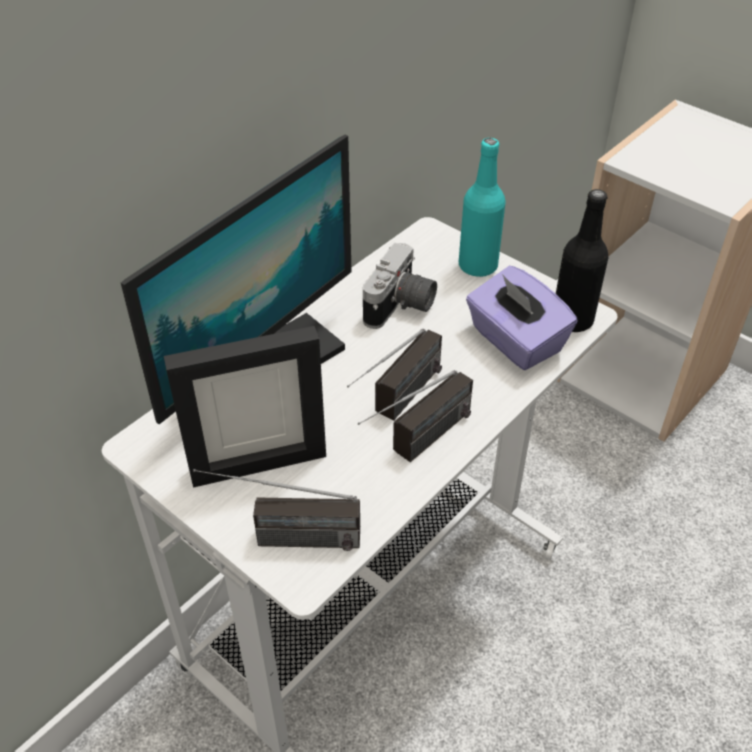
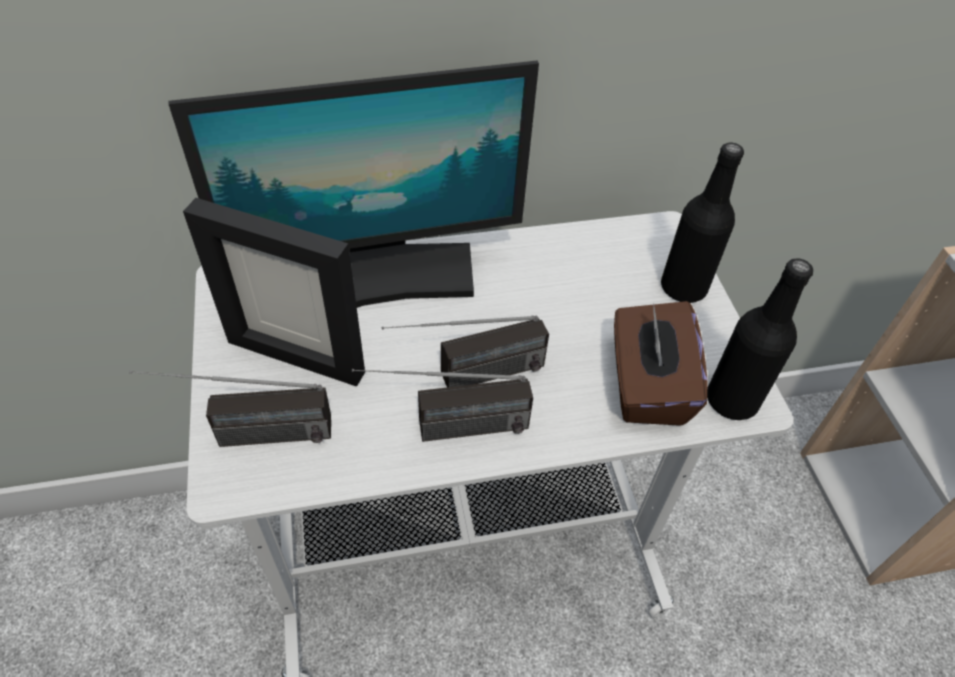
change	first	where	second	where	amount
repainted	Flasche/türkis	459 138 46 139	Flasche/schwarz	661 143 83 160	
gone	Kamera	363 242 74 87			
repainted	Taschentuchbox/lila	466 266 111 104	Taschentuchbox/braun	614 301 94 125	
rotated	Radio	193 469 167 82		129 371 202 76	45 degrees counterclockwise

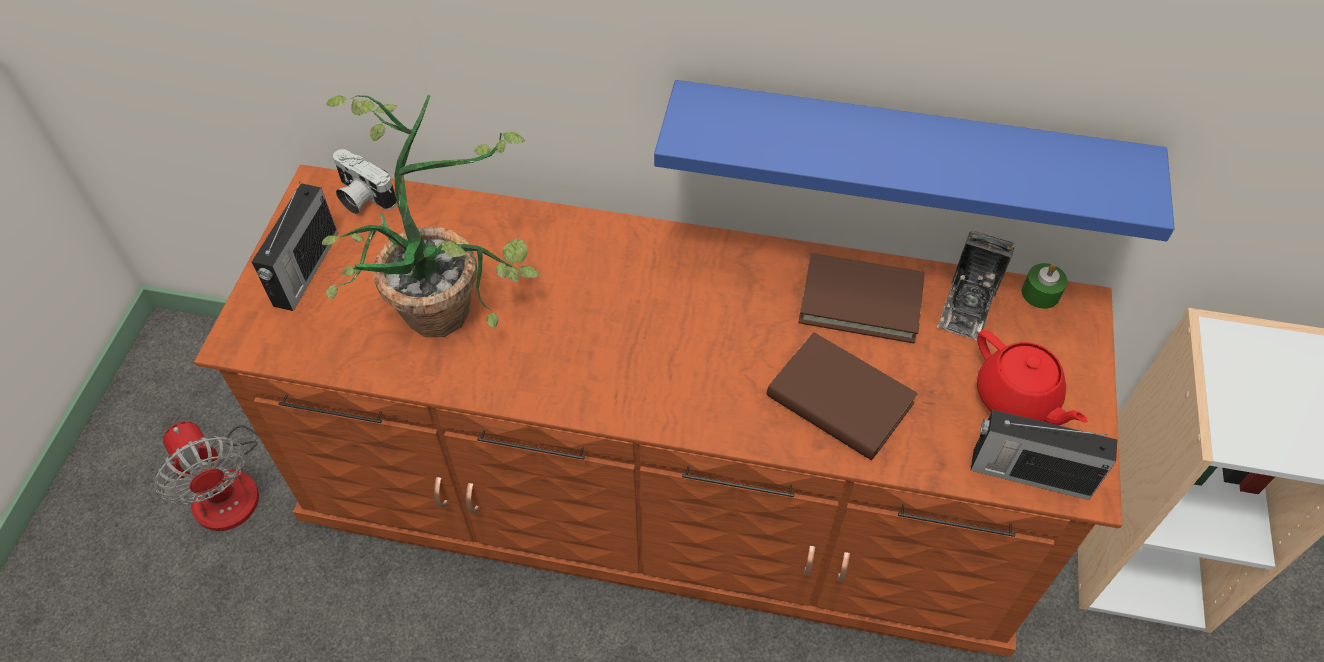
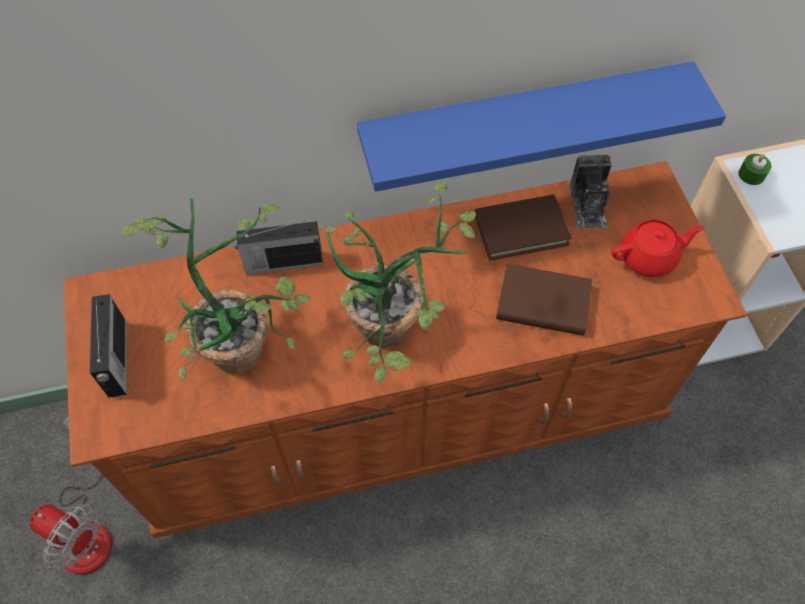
change	first	where	second	where	amount
gone	Kamera	333 149 64 65			
shifted	Kerze/grün	1022 263 45 46		738 154 33 31	
rotated	Teekanne/rot	977 330 111 95		611 219 94 58	45 degrees counterclockwise
shifted	Radio	971 410 146 90		234 220 89 55	
new			Topfpflanze	326 181 150 201	

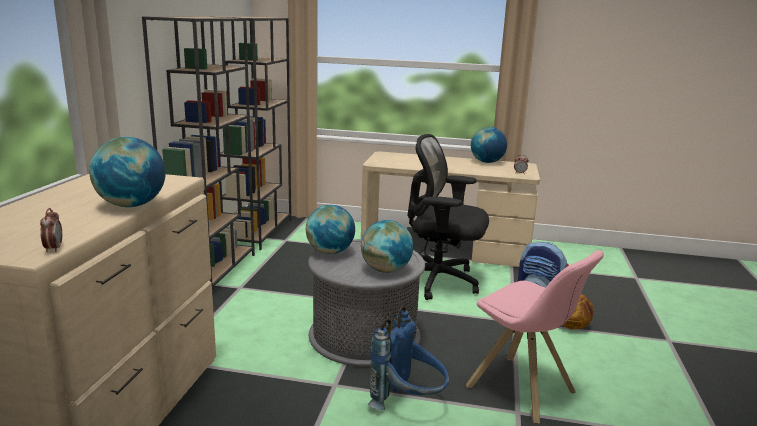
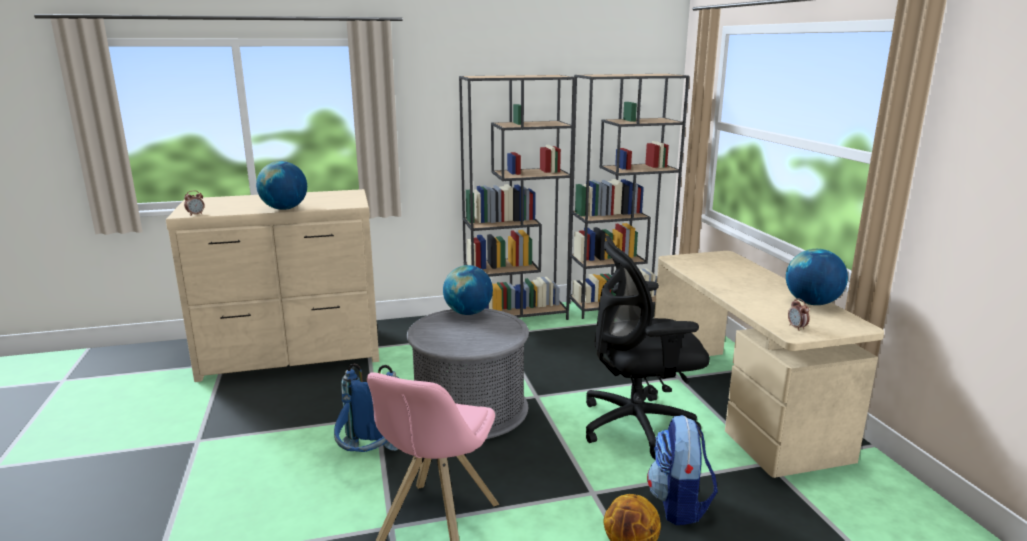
change	first	where	second	where	amount
rotated	Bürostuhl/schwarz	408 134 81 166		586 235 124 225	90 degrees counterclockwise
gone	Globus	361 220 53 53			

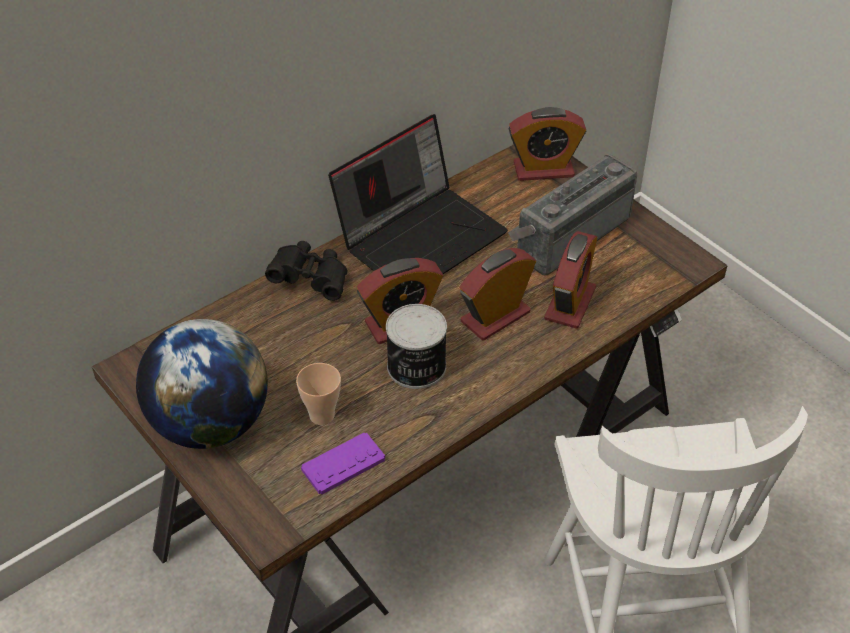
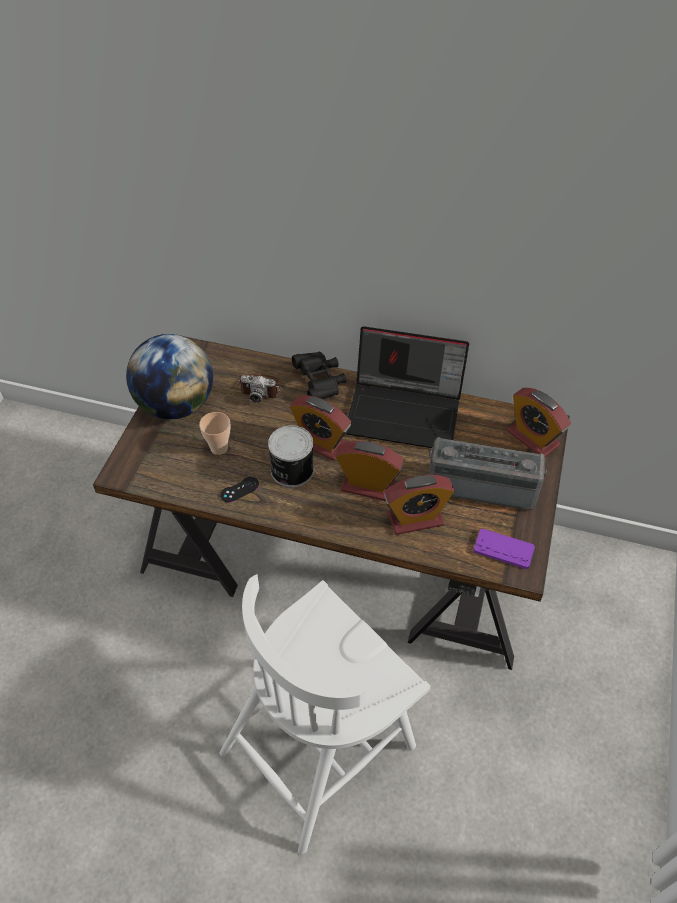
change	first	where	second	where	amount
shifted	Gamepad/lila	301 433 84 61		473 528 62 41	
new			Kamera	237 374 45 29	
new			Gamepad/schwarz	220 477 39 25	

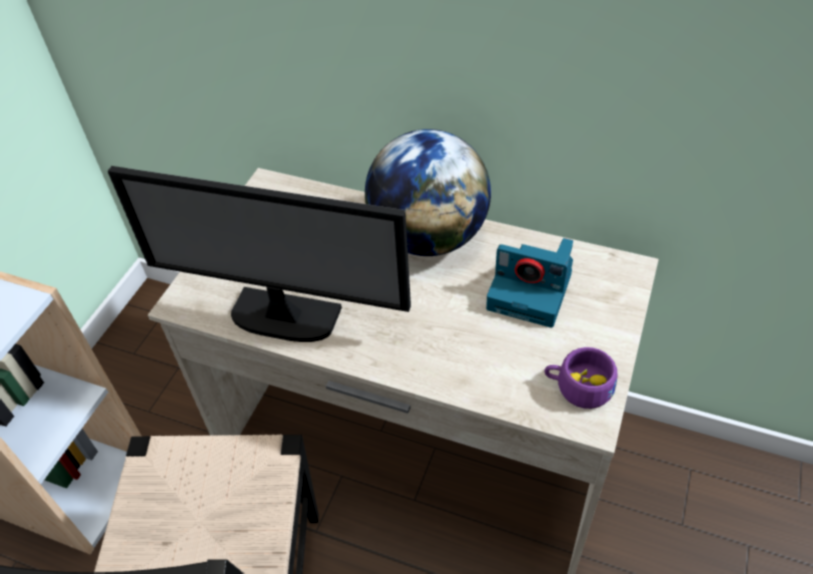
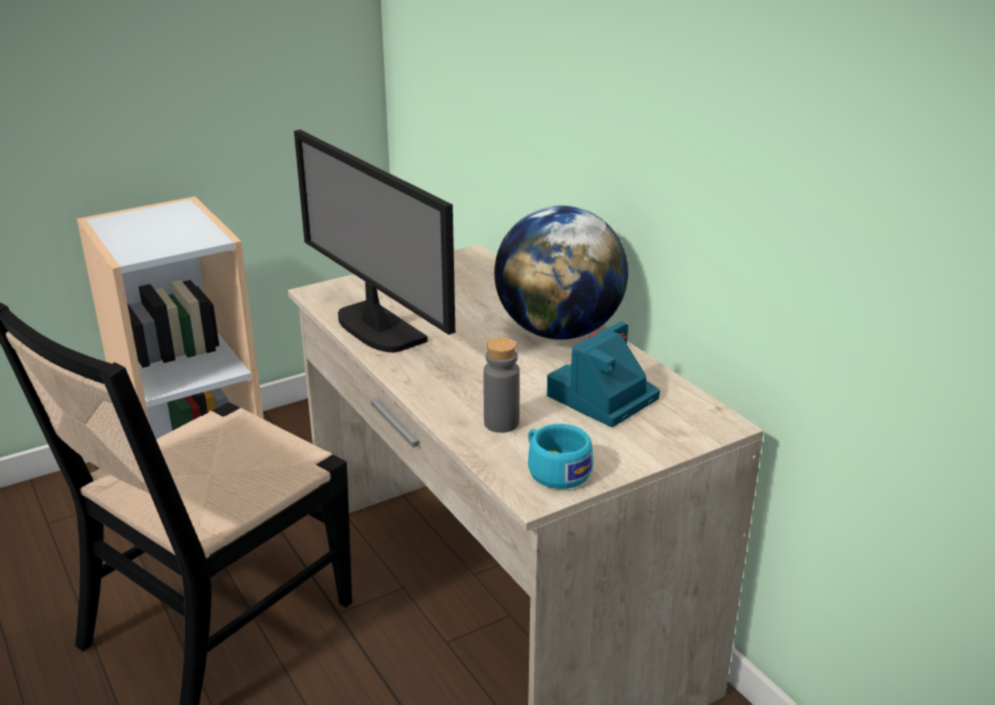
change	first	where	second	where	amount
rotated	Kamera	486 238 87 90		547 321 113 106	75 degrees clockwise
repainted	Tasse/lila	544 347 74 62	Tasse/türkis	528 424 65 65	
new			Flasche/grau	484 338 36 95	

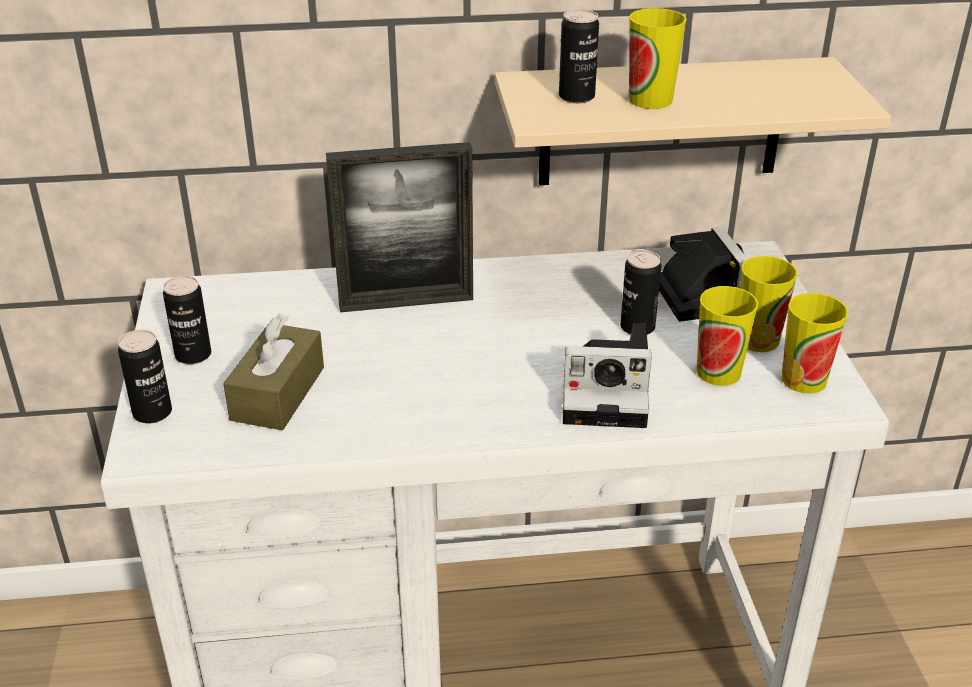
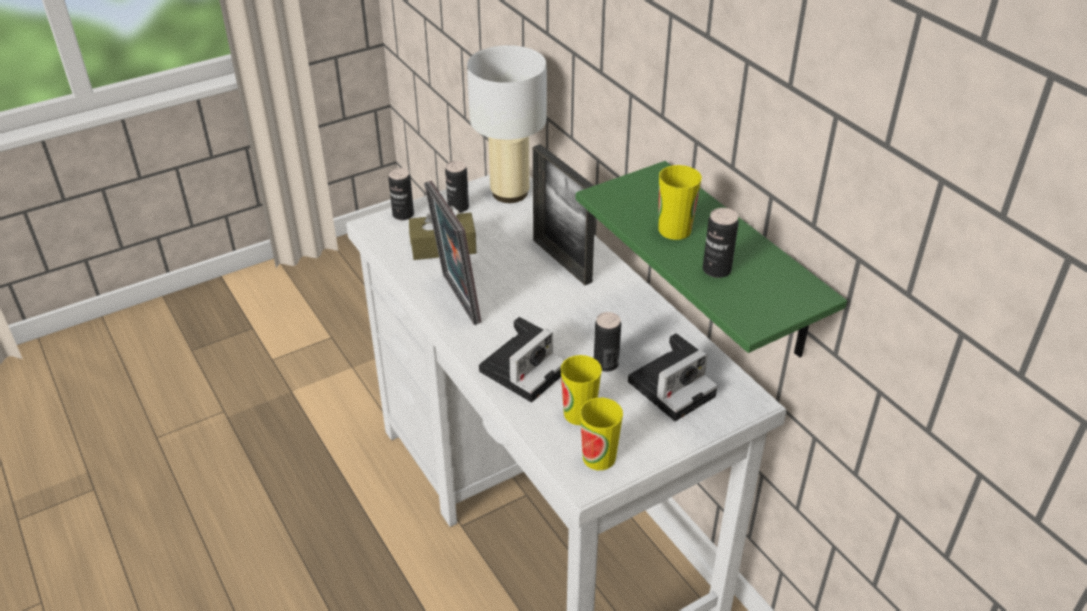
change	first	where	second	where	amount
shifted	Dose	559 9 40 94		703 208 36 70	
repainted	Wandregal/beige	495 57 396 128	Wandregal/grün	576 161 271 197	
gone	Tasse	740 256 57 96			
rotated	Kamera	563 323 89 105		479 317 86 85	120 degrees counterclockwise
new			Tischlampe/weiß	467 45 80 158	
new			Bilderrahmen	424 181 57 144	

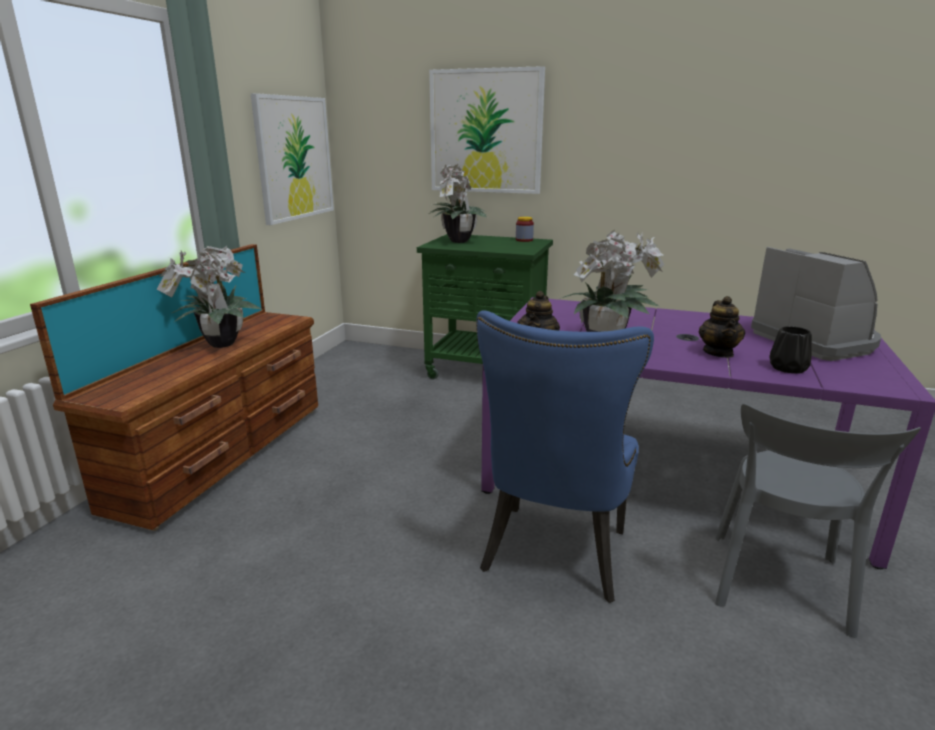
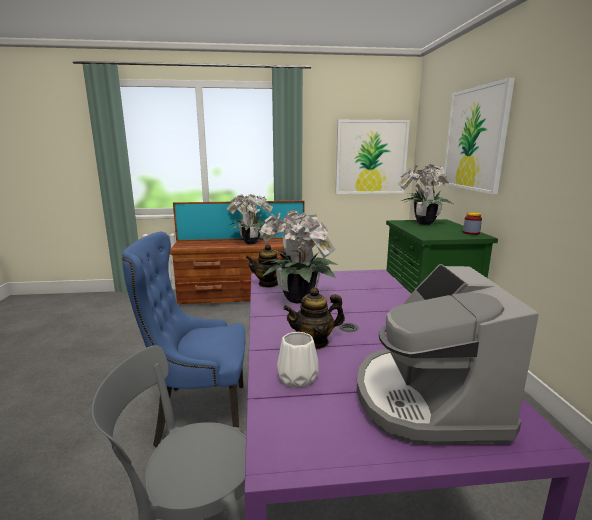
change	first	where	second	where	amount
rotated	Kaffeemaschine	751 247 130 114		357 264 182 181	135 degrees clockwise
repainted	Vase/schwarz	769 326 43 47	Vase/weiß	277 332 41 55	

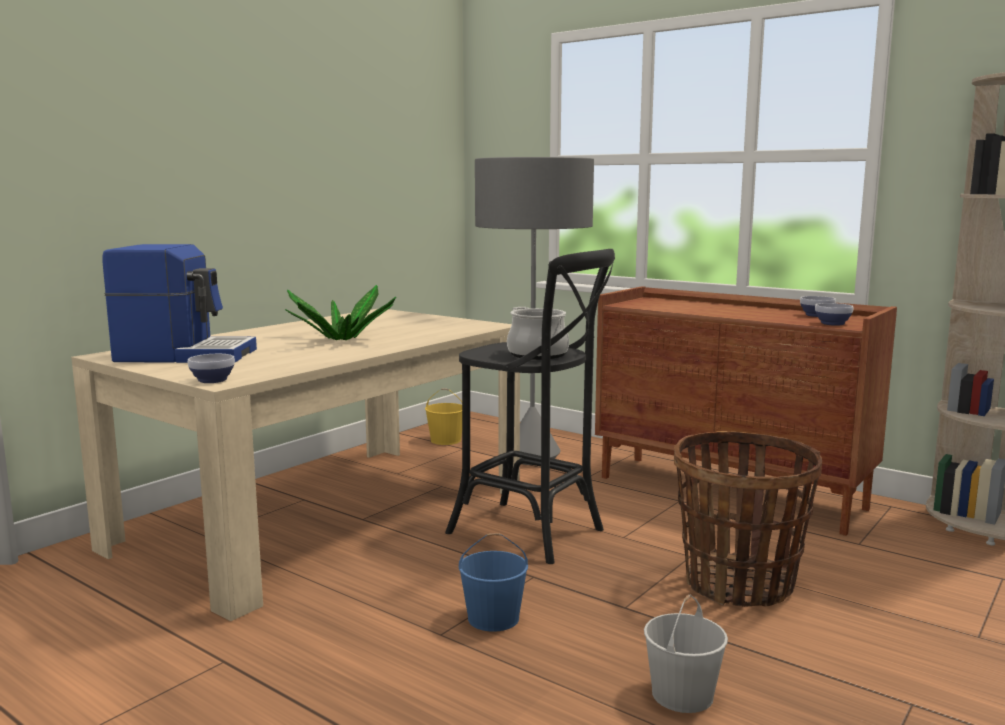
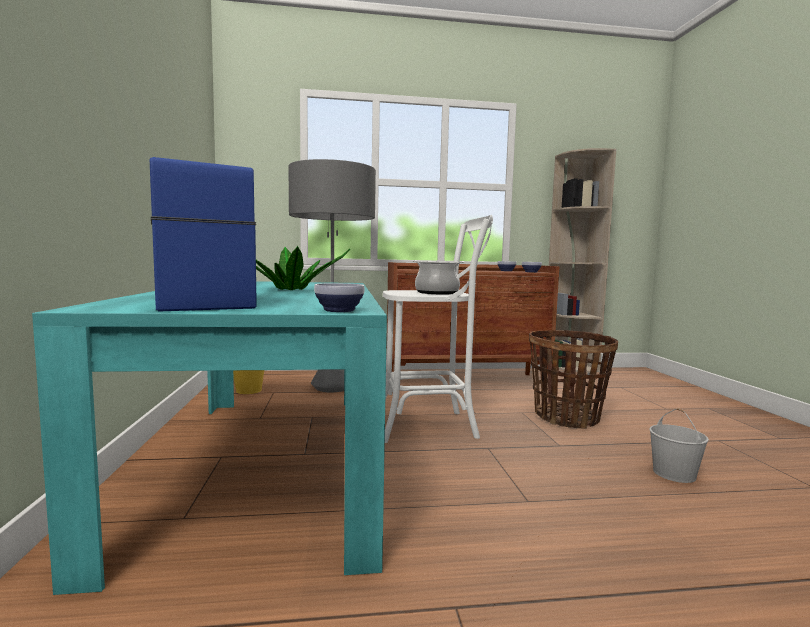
change	first	where	second	where	amount
rotated	Kaffeemaschine	102 244 155 119		150 157 107 155	75 degrees counterclockwise
repainted	Hocker/schwarz	445 249 170 315	Hocker/weiß	383 215 110 228	
repainted	Esstisch/beige	71 309 449 312	Esstisch/türkis	32 281 355 314	
gone	Eimer/blau	459 533 69 99			

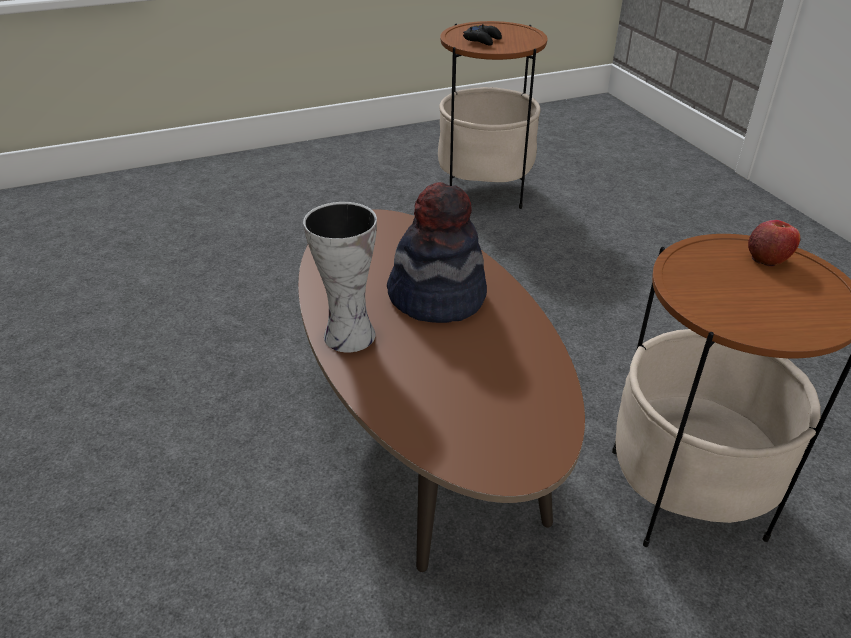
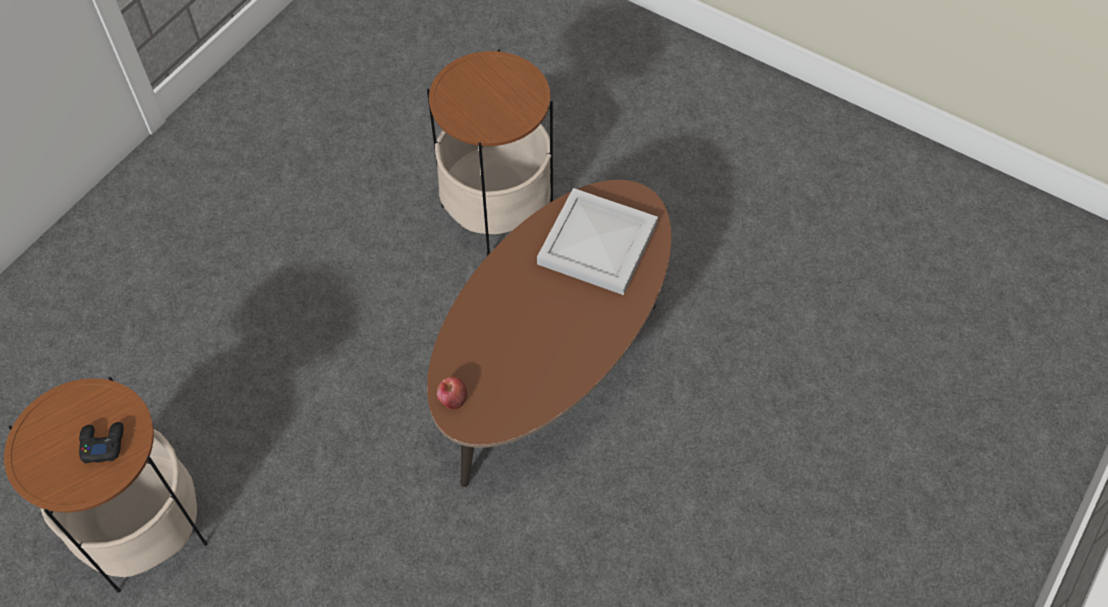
change	first	where	second	where	amount
gone	Hut	387 182 100 141			
gone	Vase	303 202 74 150			
shifted	Apfel	748 220 52 46		437 377 30 32	
new			Tablett/weiß	537 188 121 107	

